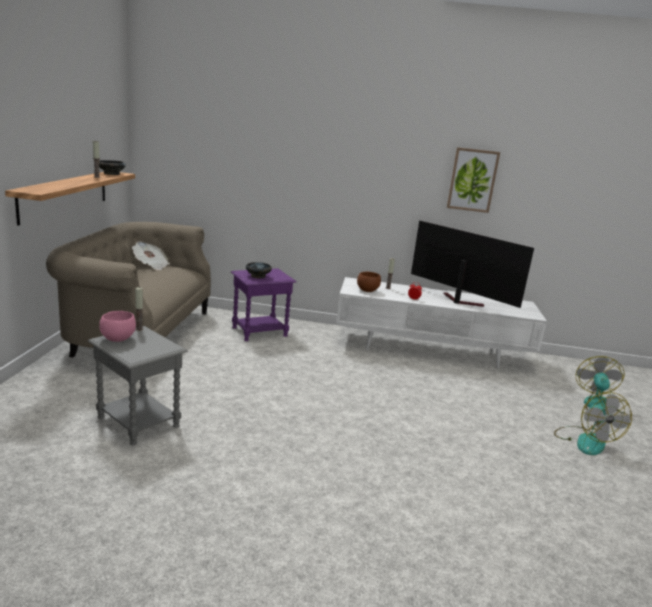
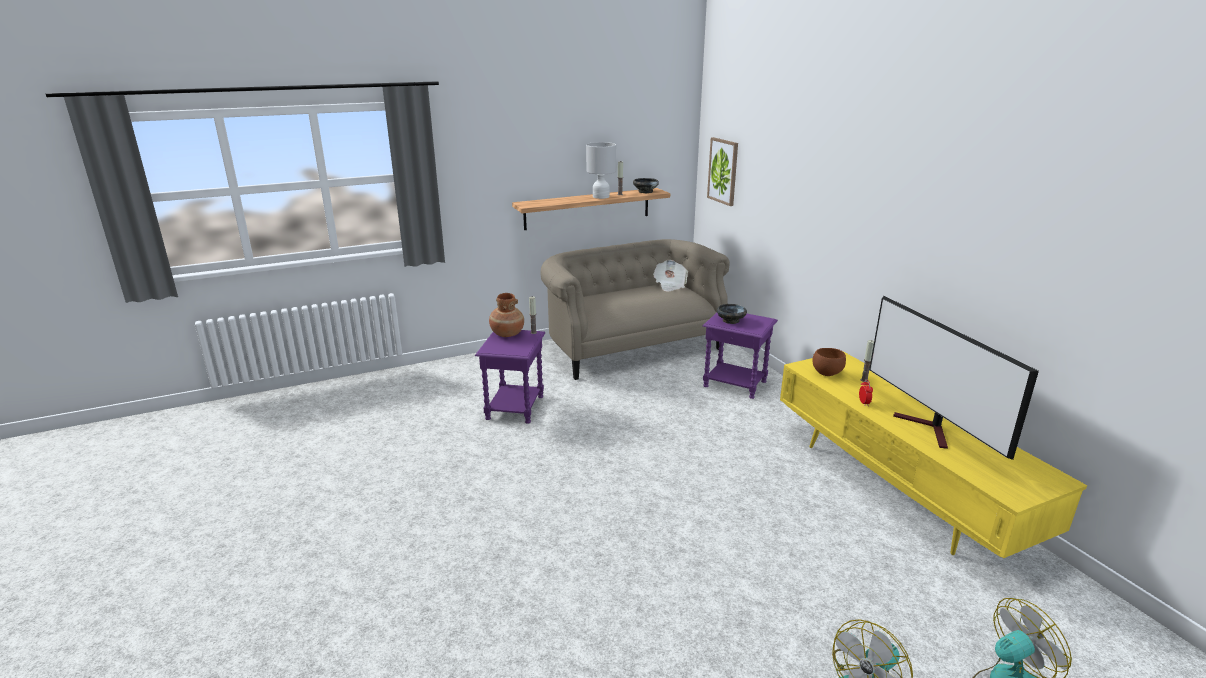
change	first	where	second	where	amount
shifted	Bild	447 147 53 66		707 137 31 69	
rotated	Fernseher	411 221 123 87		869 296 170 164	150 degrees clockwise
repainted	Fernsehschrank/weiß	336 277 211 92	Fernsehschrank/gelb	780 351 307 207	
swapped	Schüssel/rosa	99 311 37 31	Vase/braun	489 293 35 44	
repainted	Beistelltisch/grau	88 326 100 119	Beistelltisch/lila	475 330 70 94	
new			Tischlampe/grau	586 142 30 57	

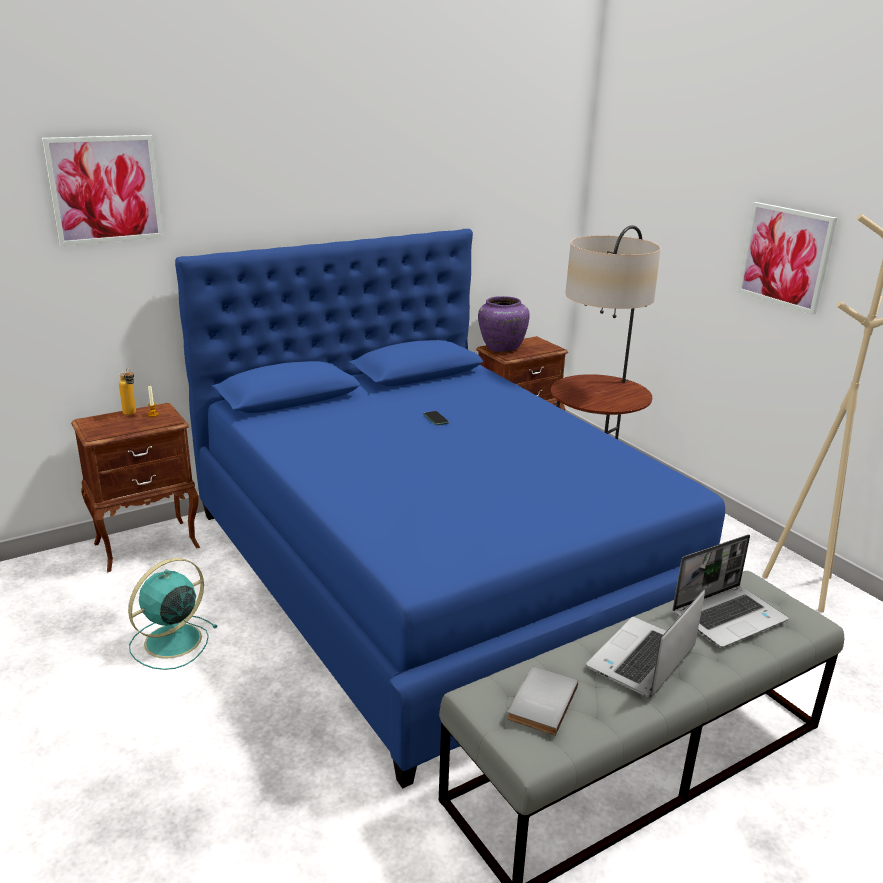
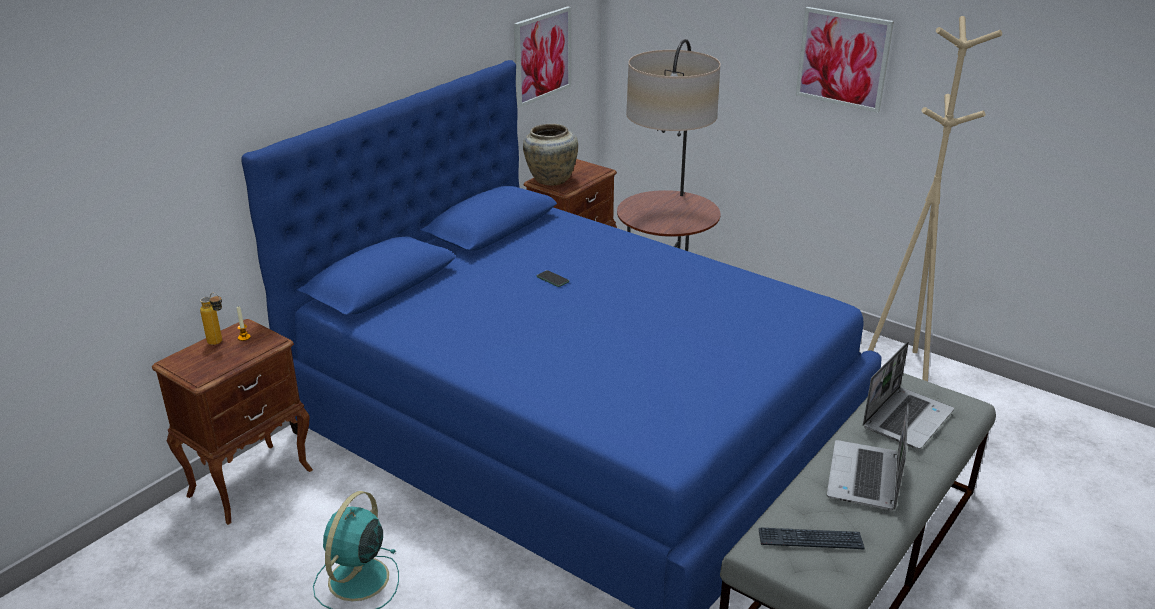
change	first	where	second	where	amount
shifted	Bild	42 135 121 111		514 6 57 102	
repainted	Vase/lila	478 296 52 56	Vase/beige	523 124 55 61	
swapped	Buch/grau	507 667 71 69	Tastatur	759 527 106 23	

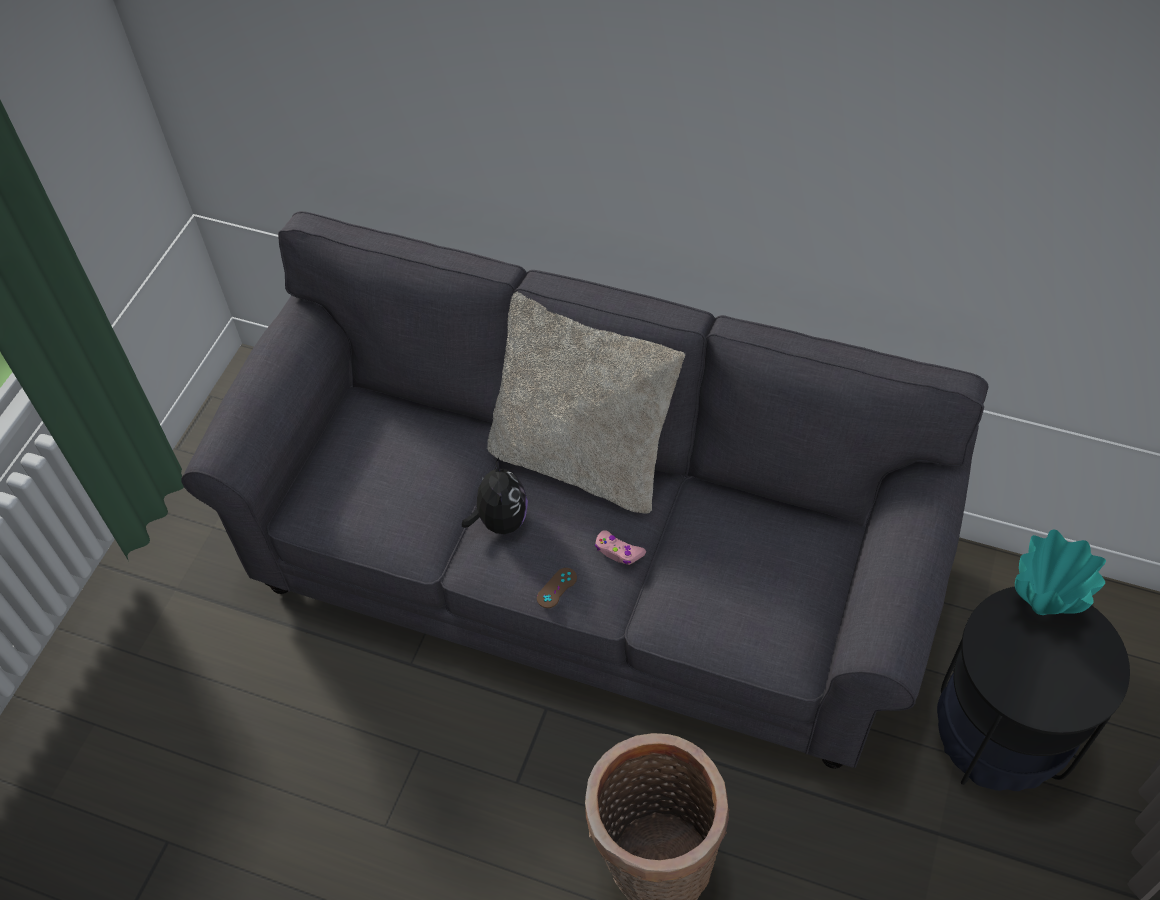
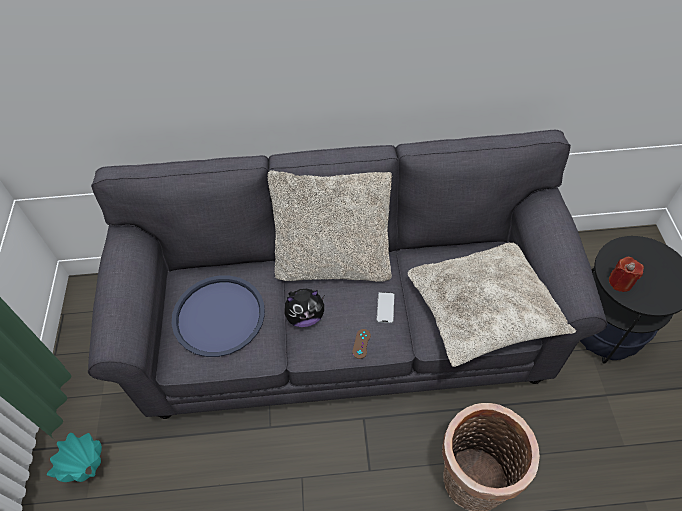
change	first	where	second	where	amount
rotated	Plüschtier	462 458 66 76		284 289 40 38	105 degrees clockwise
swapped	Gamepad/rosa	595 530 51 35	Handy	377 292 18 31	
shifted	Vase/türkis	1015 530 91 85		47 433 55 49	
new			Kissen/beige	408 243 168 124	
new			Kerze/rot	609 257 35 35	
new			Tablett/blau	172 275 93 82	

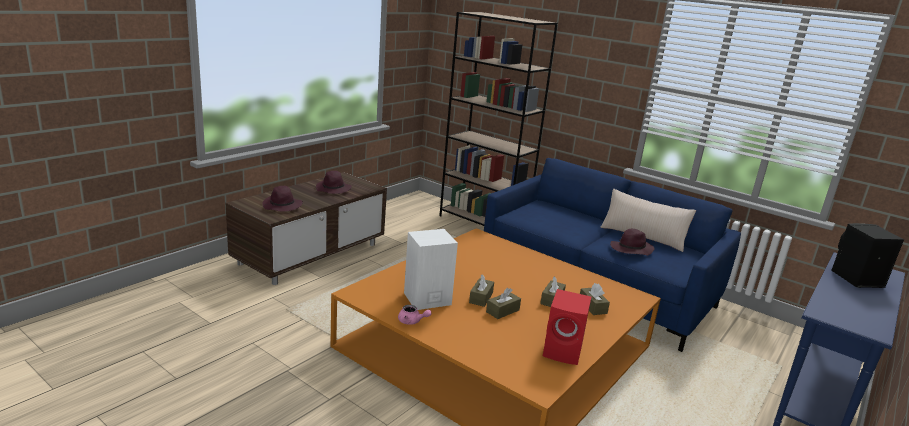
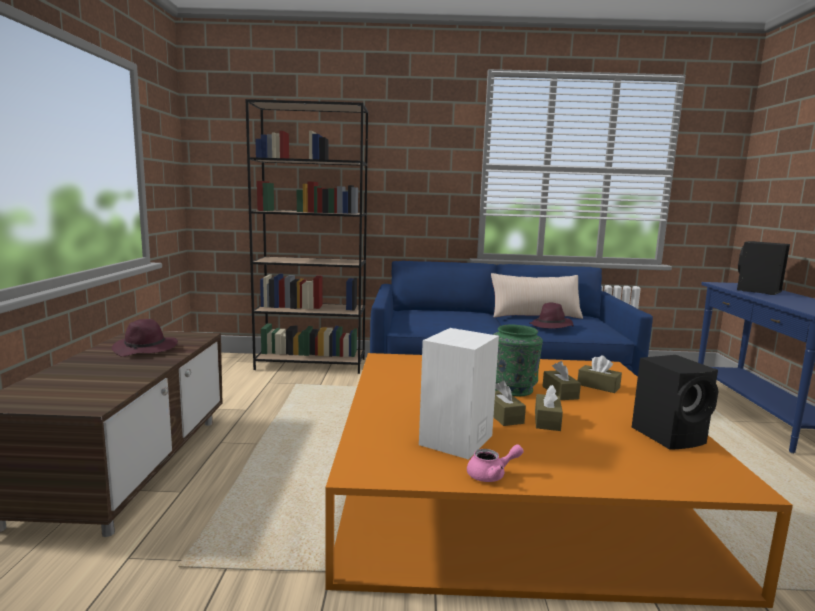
change	first	where	second	where	amount
gone	Hut/lila	262 186 41 25			
repainted	Lautsprecher/rot	543 289 48 76	Lautsprecher/schwarz	632 355 86 95	
new			Vase/grün	493 325 50 71	

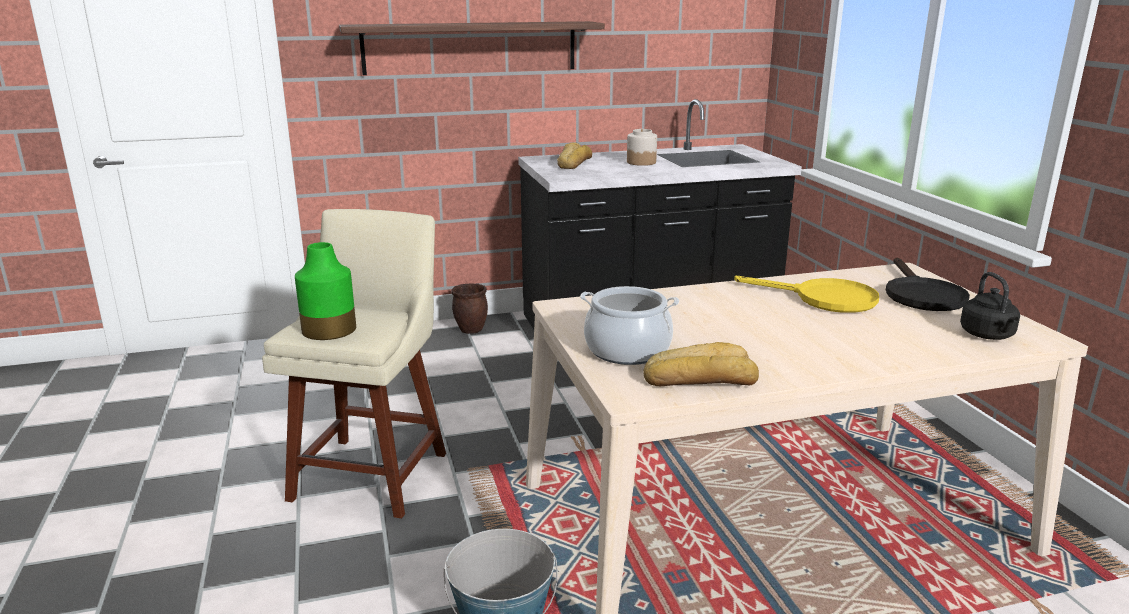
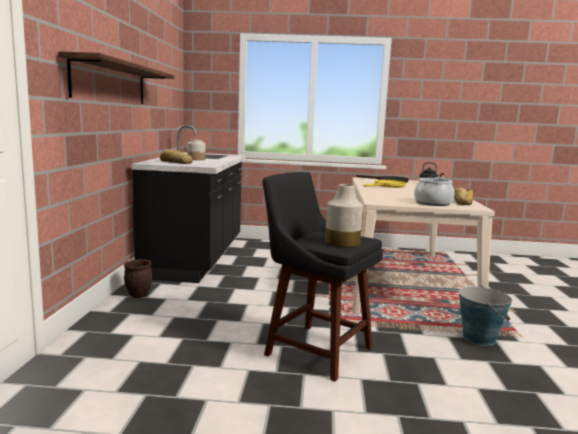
change	first	where	second	where	amount
repainted	Hocker/beige	262 209 184 309	Hocker/schwarz	262 172 121 209	
repainted	Vase/grün	295 242 61 98	Vase/beige	325 184 38 63	

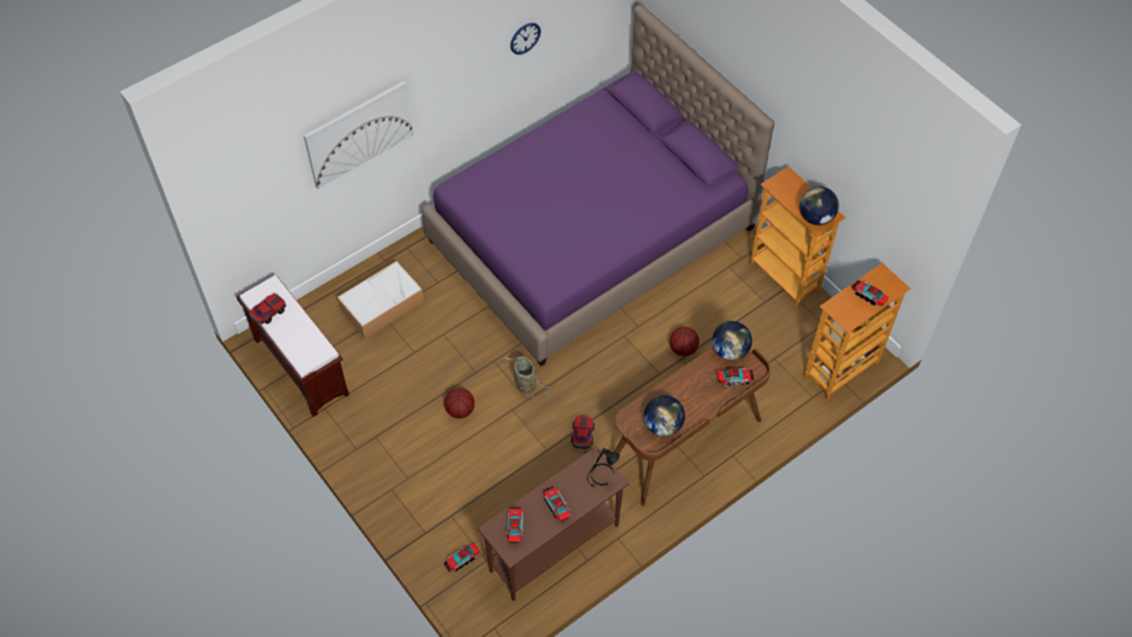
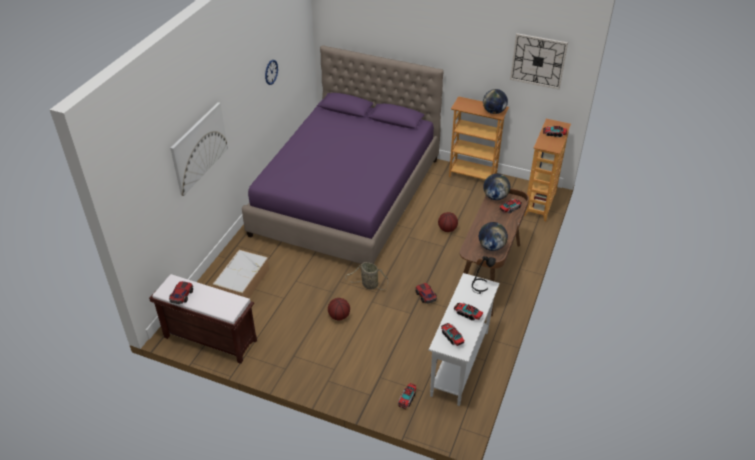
change	first	where	second	where	amount
repainted	Konsolentisch/braun	478 446 151 155	Konsolentisch/weiß	428 273 72 133	
new			Wanduhr	510 33 58 56	

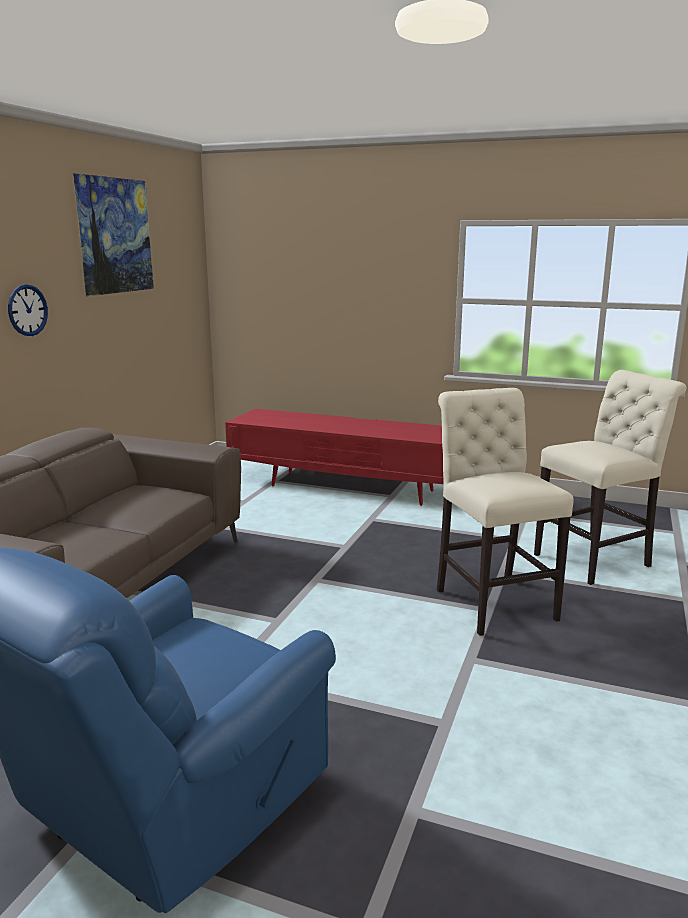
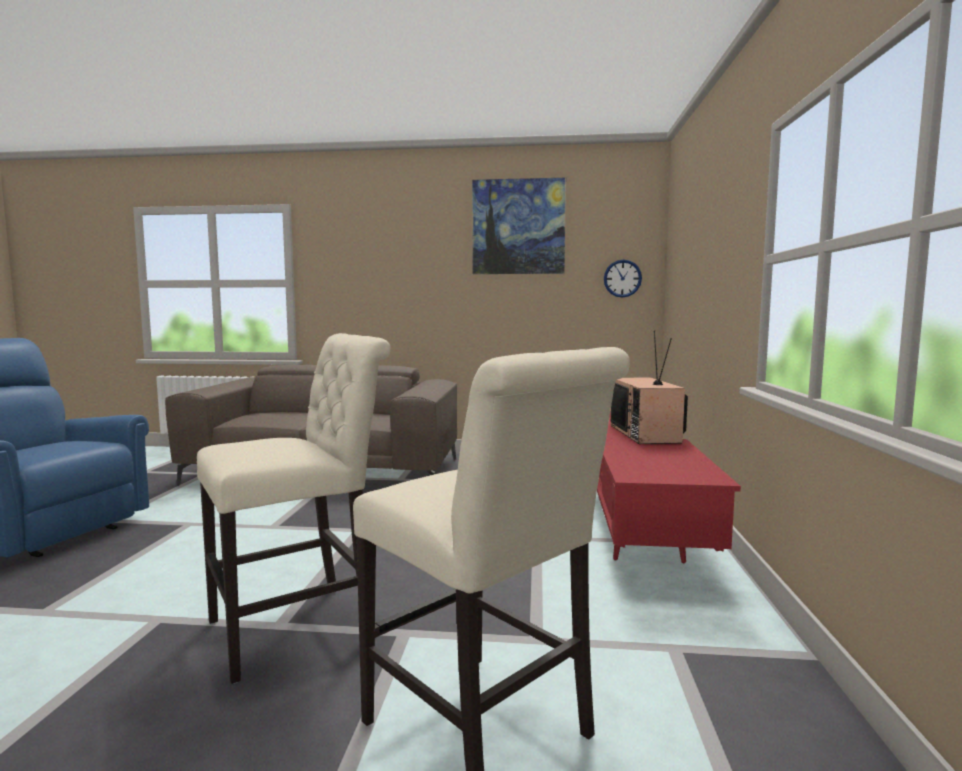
change	first	where	second	where	amount
shifted	Wanduhr	8 284 40 52		604 259 38 39	
new			Fernseher	611 330 77 114	

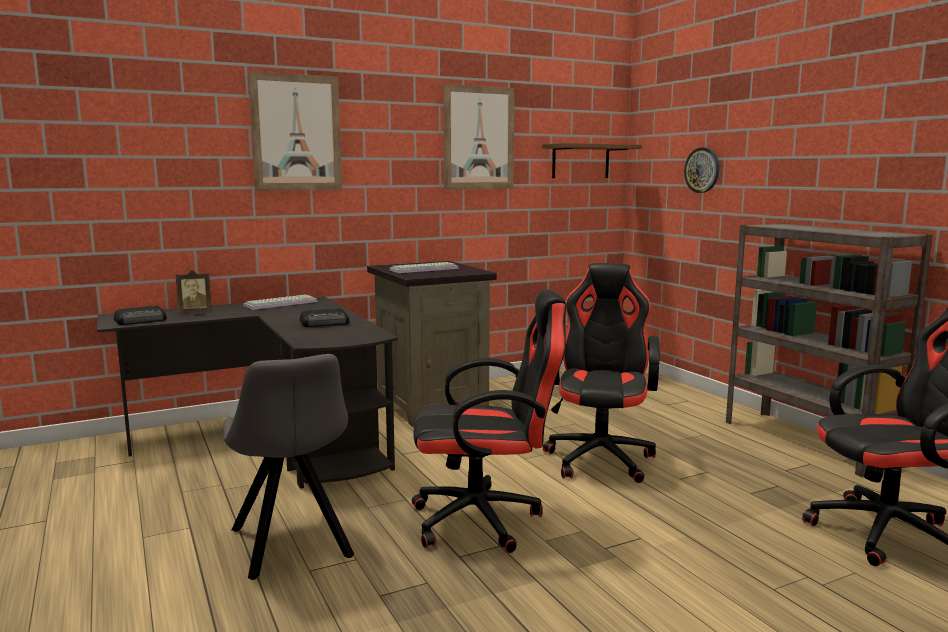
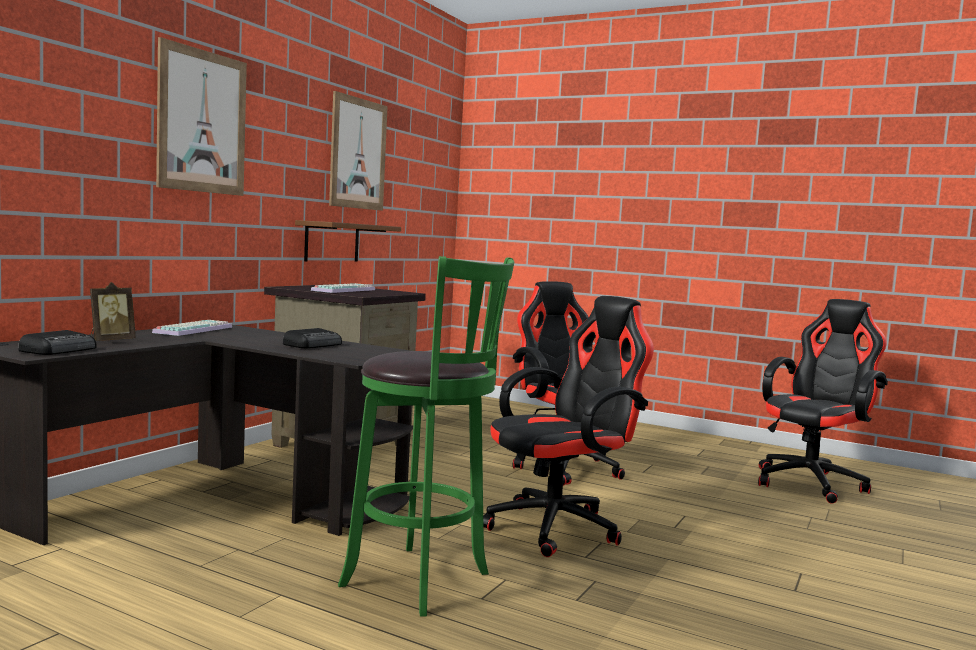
change	first	where	second	where	amount
shifted	Wandregal/braun	542 143 100 35		295 220 106 42	
gone	Wanduhr	684 147 35 46			
gone	Bücherregal/grau	726 223 206 254			
swapped	Stuhl/grau	223 354 131 226	Hocker/grün	338 256 176 361	

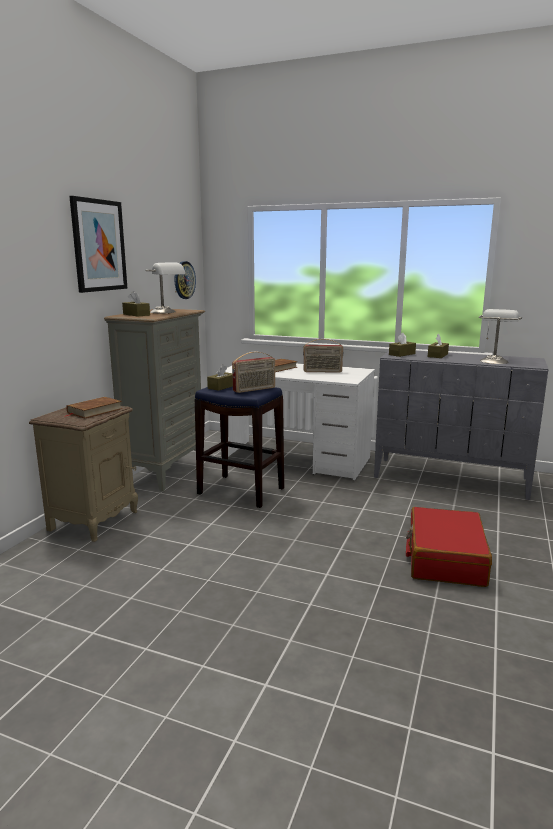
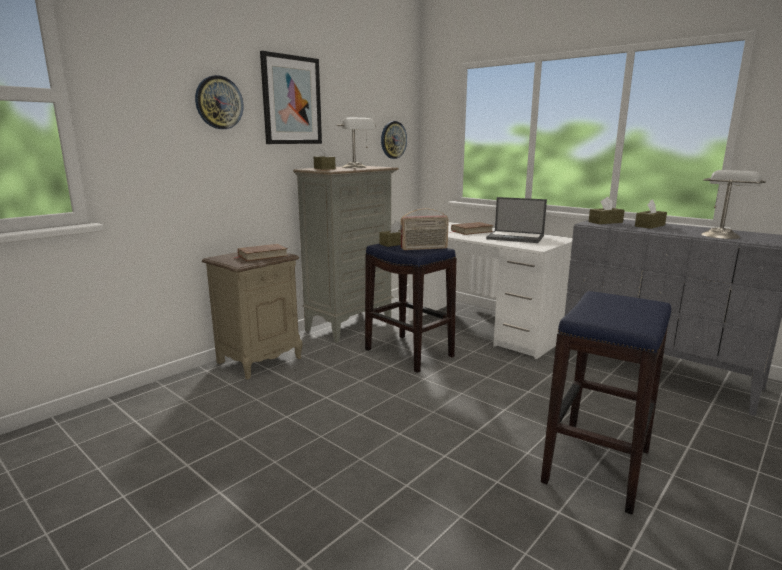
change	first	where	second	where	amount
swapped	Radio	303 339 40 34	Laptop	486 197 61 46	
swapped	Koffer/rot	406 507 86 80	Hocker	541 291 130 224	
new			Wanduhr	195 75 48 54	

